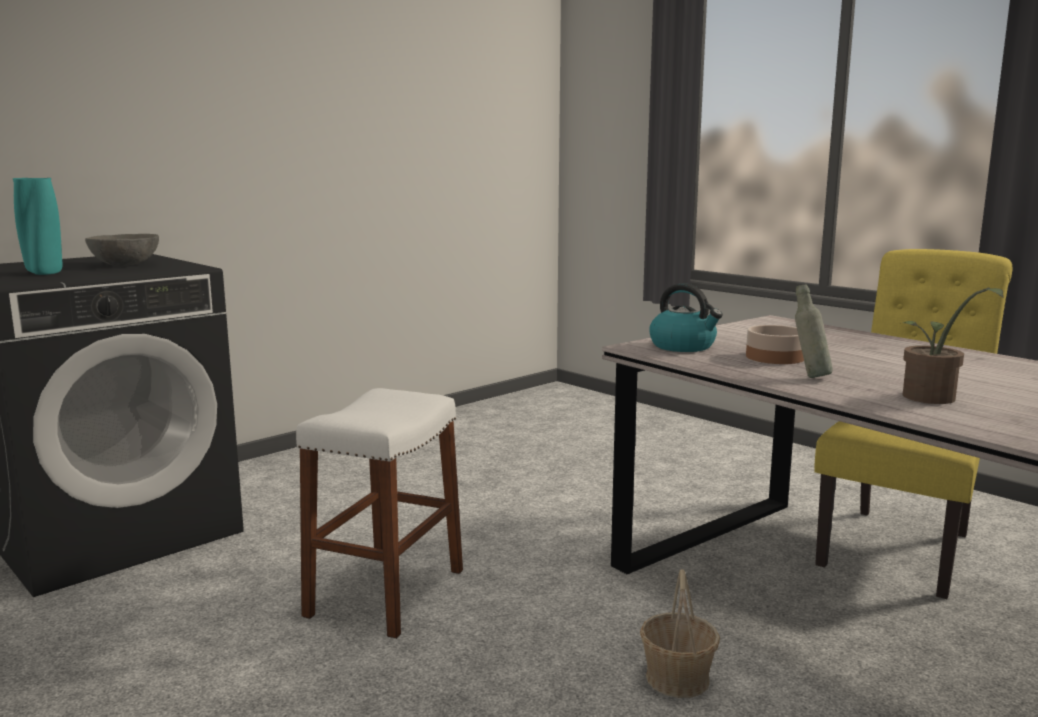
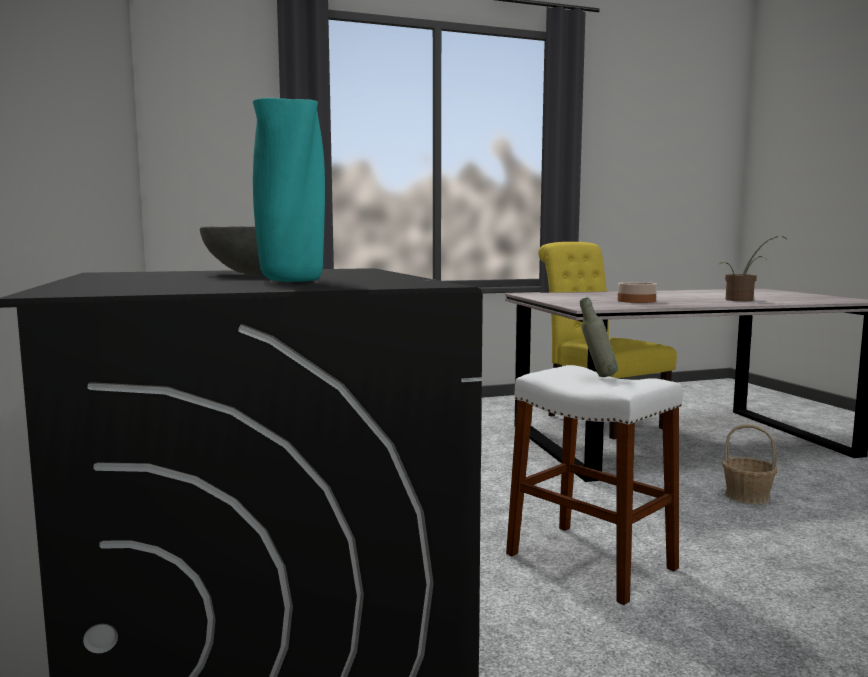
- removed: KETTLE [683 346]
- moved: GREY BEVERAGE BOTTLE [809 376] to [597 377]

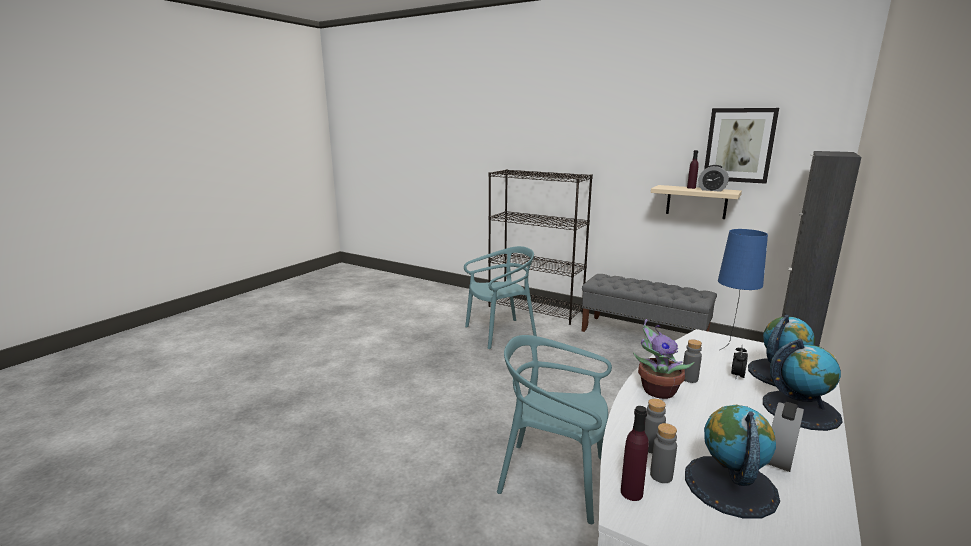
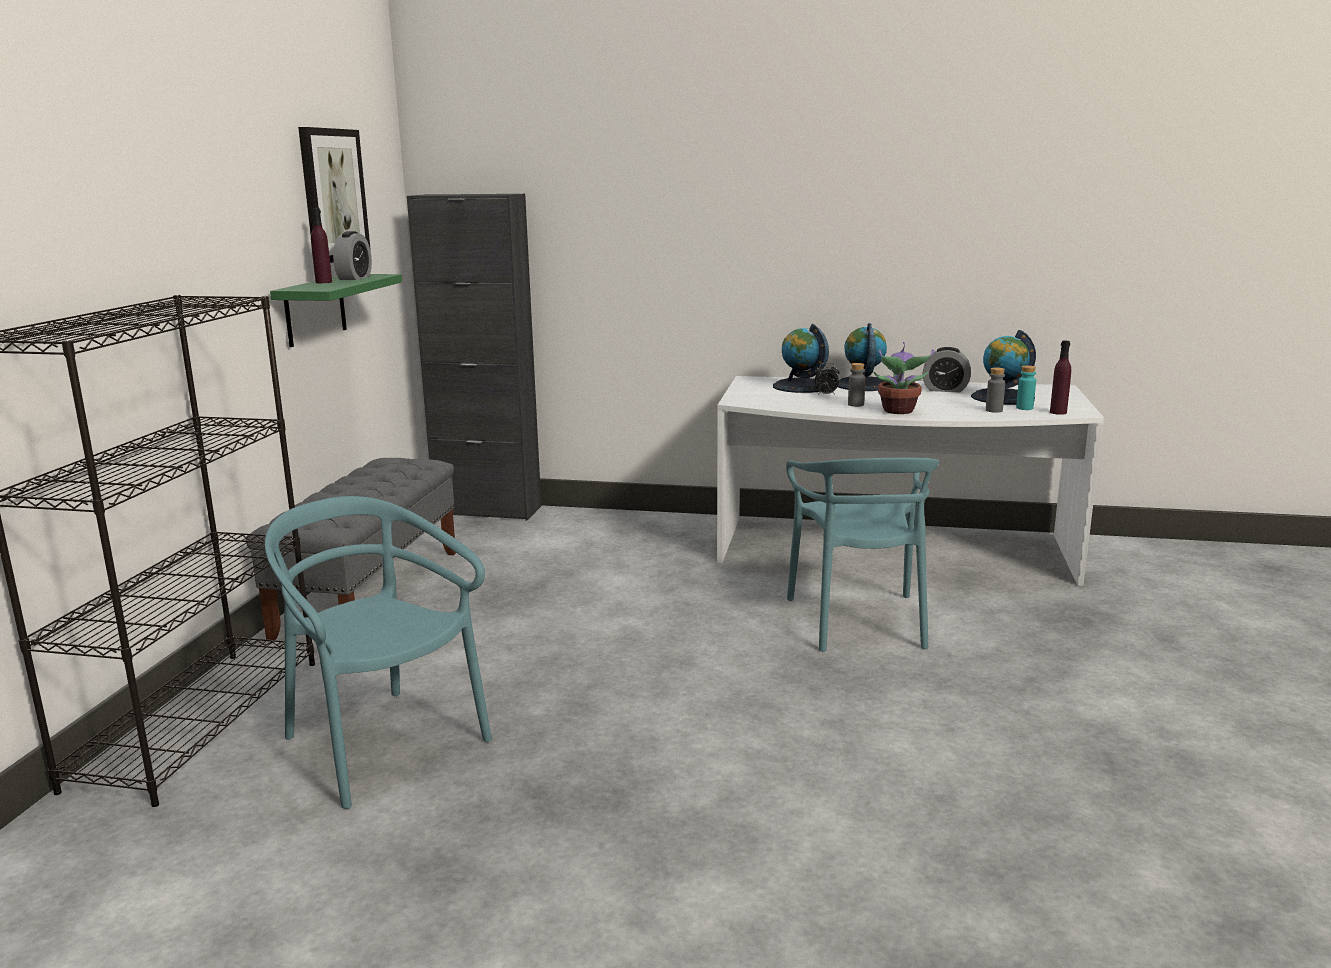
- removed: BLUISH TABLETOP LAMP [729 350]
- recoloured: GREY BEVERAGE BOTTLE [661 476] to BLUE-GREEN BEVERAGE BOTTLE [1024 408]
- recoloured: BEIGE-COLOURED WALL SHELF [696 202] to GREEN-COLOURED WALL SHELF [315 310]

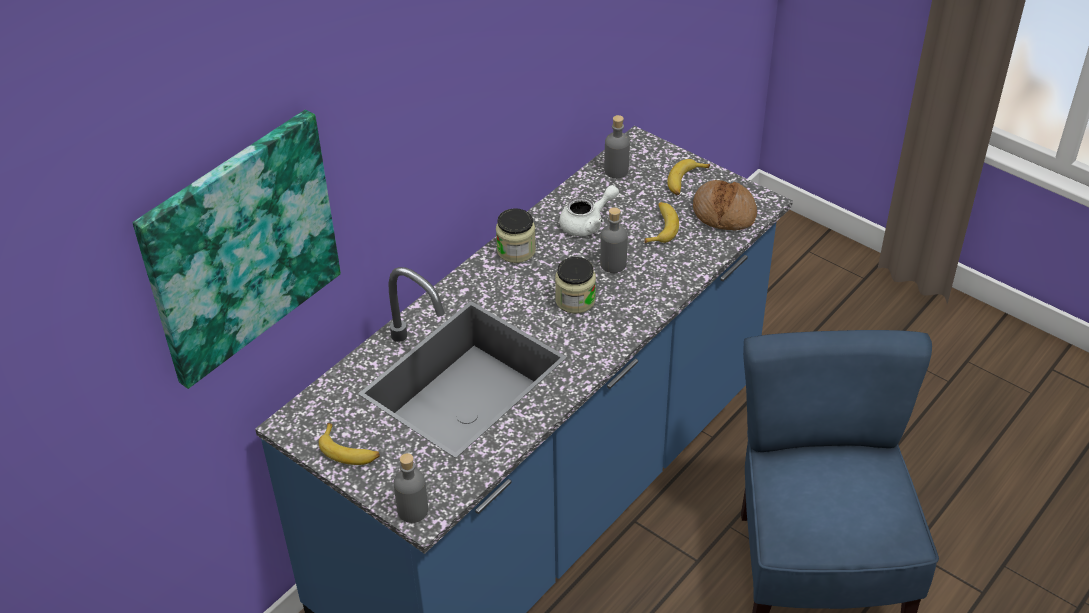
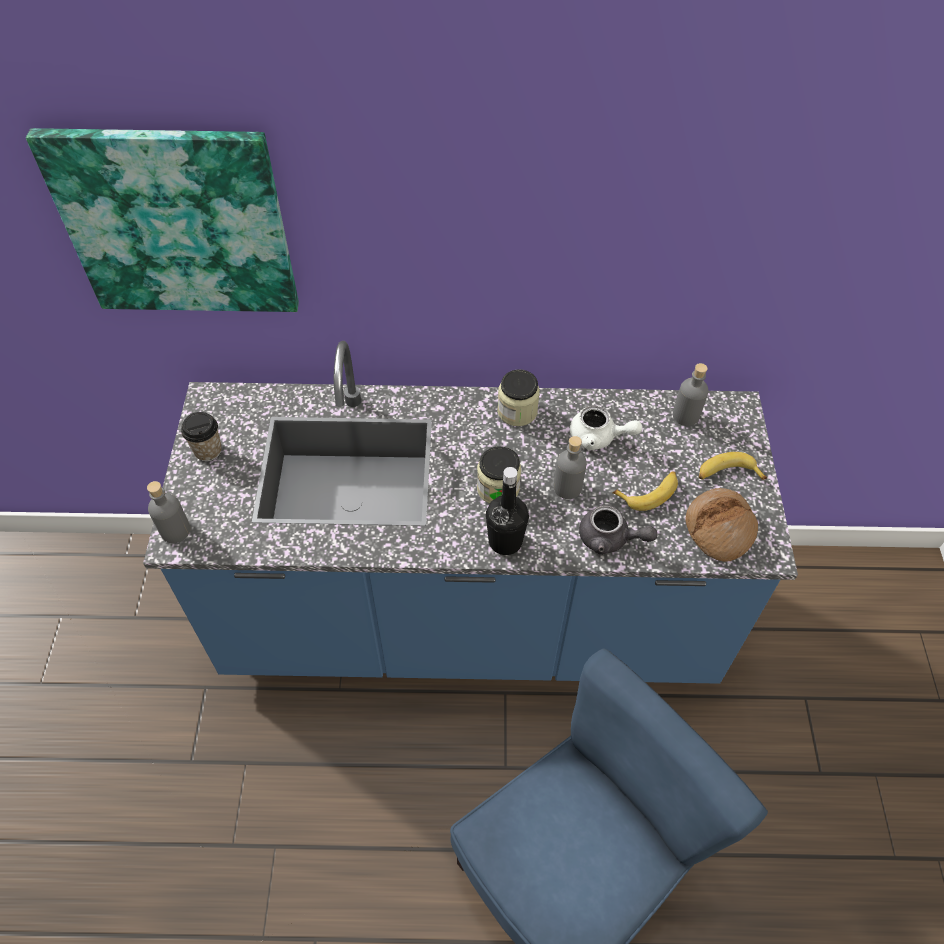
- added: BLACKISH BEVERAGE BOTTLE [505 541]
- added: GREY POT FOR TEA [610 539]
- replaced: WHOLE BANANA [349 451] to CUP [208 451]

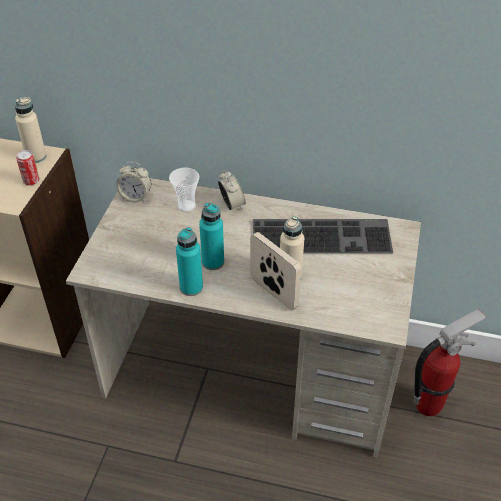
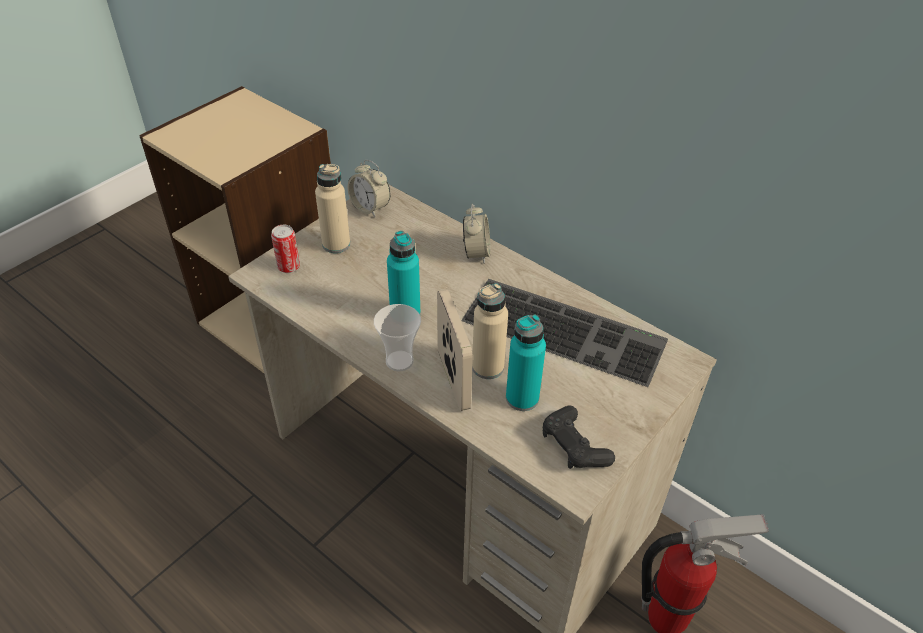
- added: BLACKISH GAMEPAD [574 446]
- moved: BEIGE-COLOURED BEVERAGE BOTTLE [36 157] to [336 244]
- moved: SEALED CAN [31 181] to [288 267]
- moved: CUP [186 206] to [399 361]
- moved: BLUE-GREEN BEVERAGE BOTTLE [191 287] to [522 398]

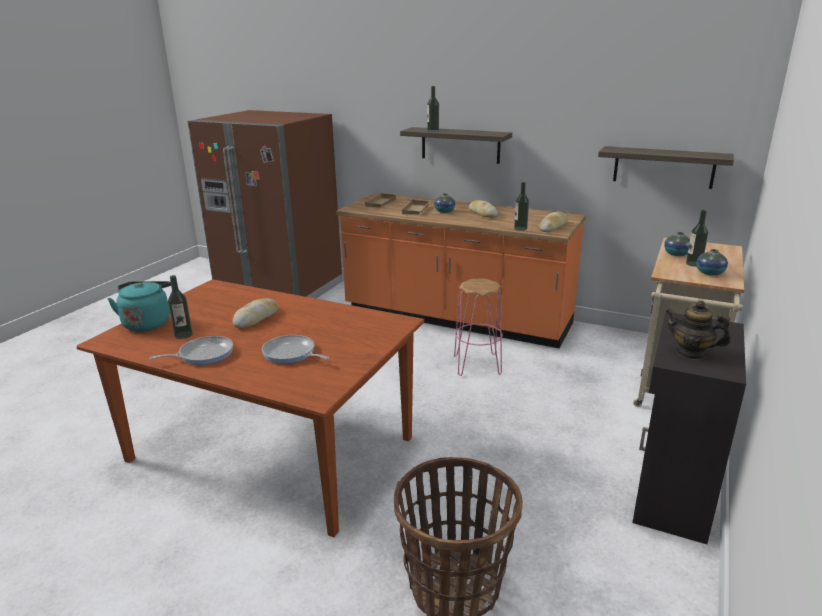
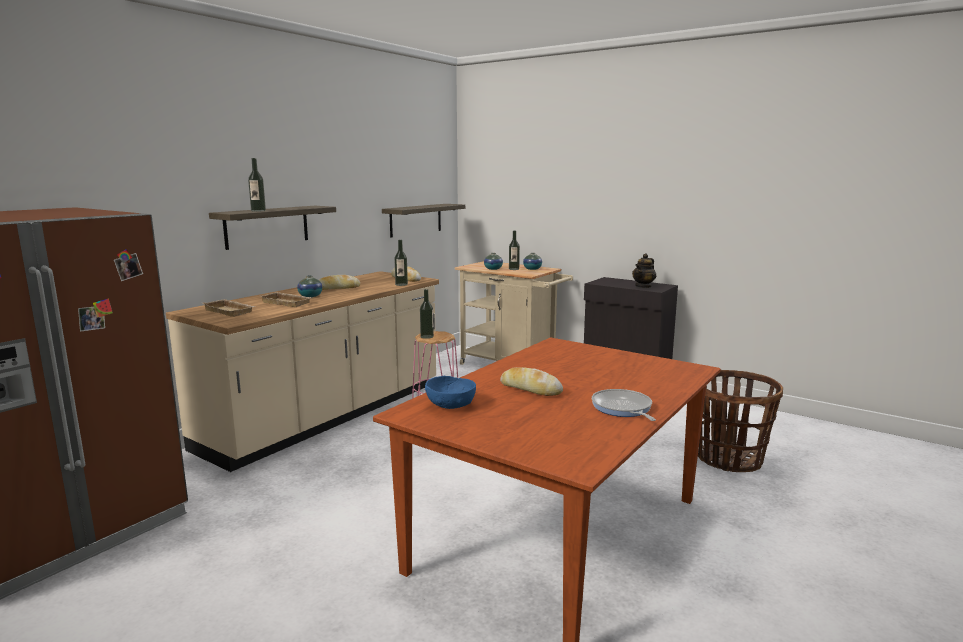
- removed: BLUE-GREEN KETTLE [147 323]
- removed: FRYING PAN [291 354]
- added: BLUISH SERVING BOWL [451 405]
- moved: BEVERAGE BOTTLE [183 335] to [427 336]
- recoloured: ORANGE KITCHEN COUNTER [456 318] to BEIGE-COLOURED KITCHEN COUNTER [327 416]

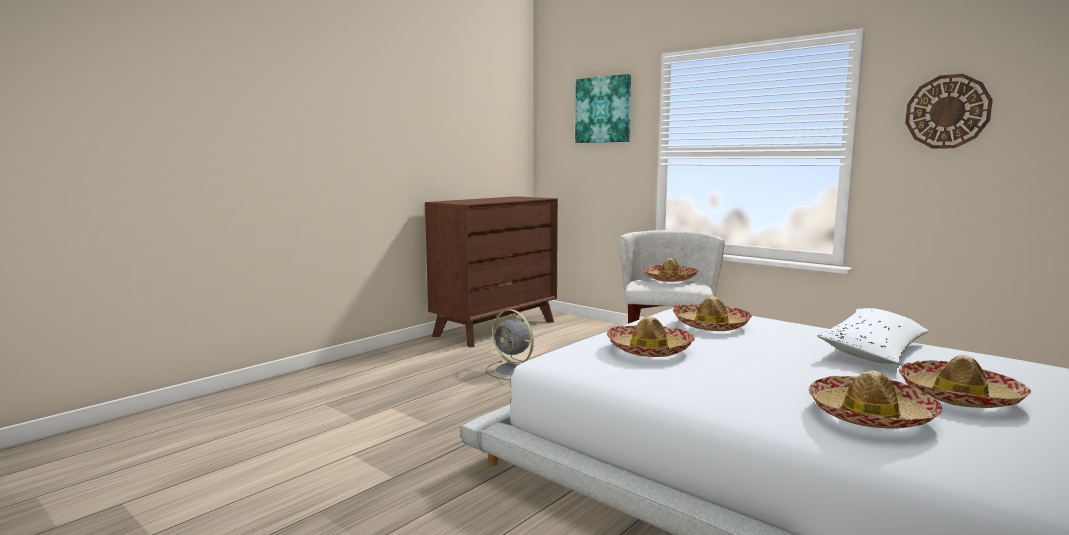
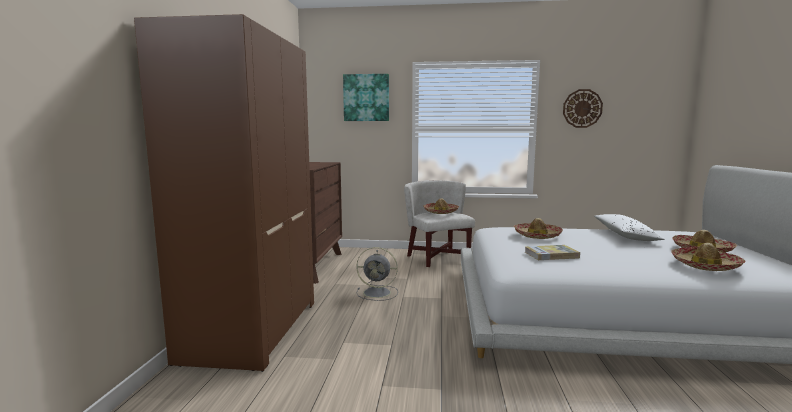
- added: BROWN-COLOURED CLOTHES CUPBOARD [251 329]
- replaced: HAT [649 350] to BOUND BOOK [551 255]

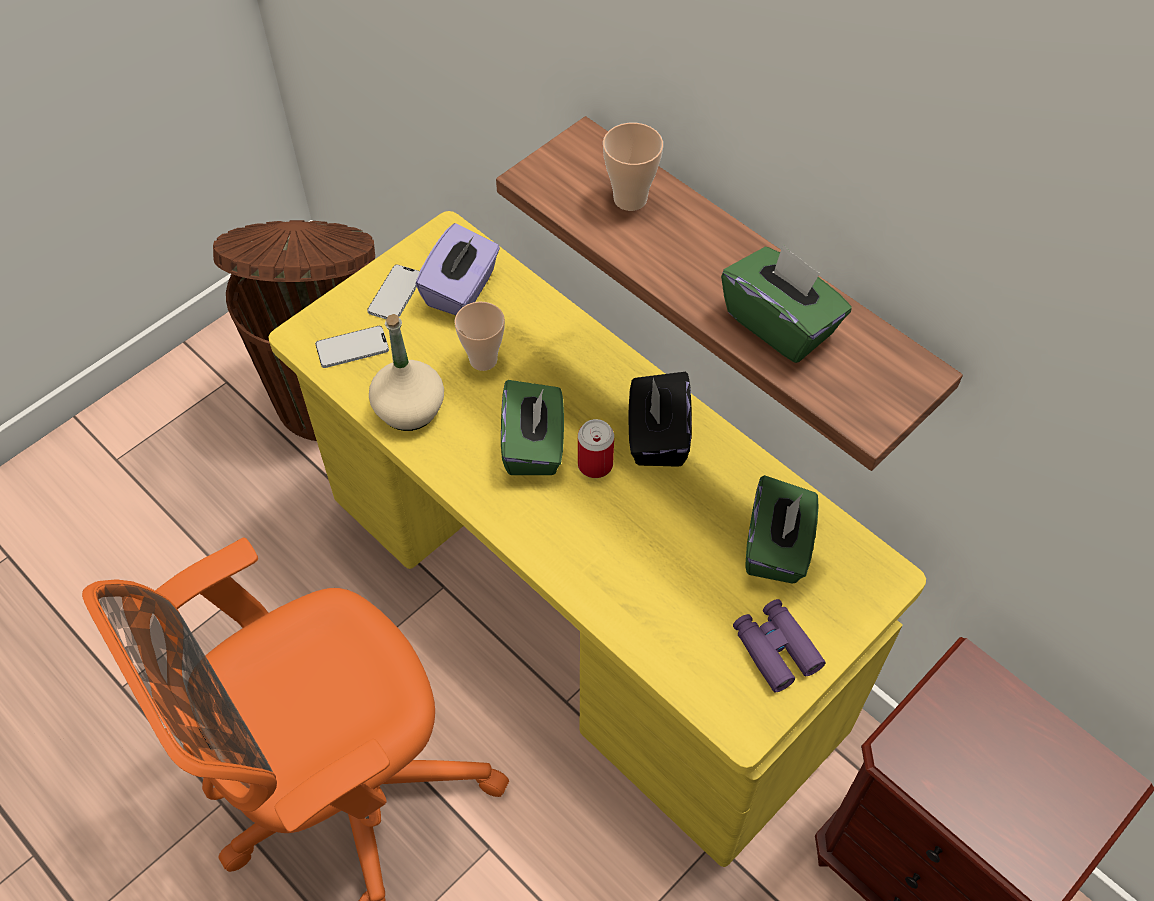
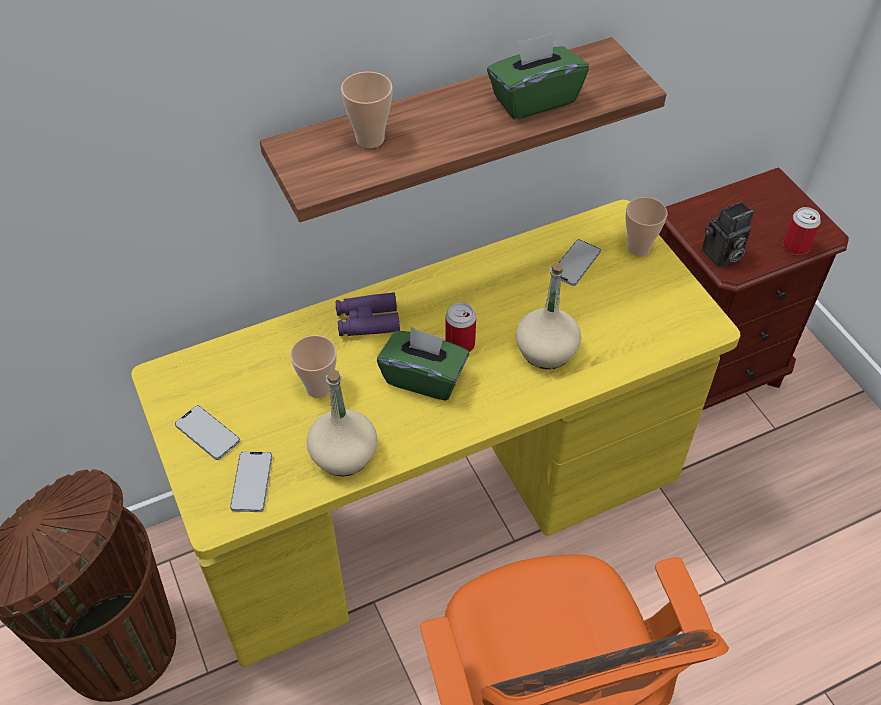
- removed: PURPLE-COLOURED BOX OF TISSUES [461 289]
- removed: BLACKISH BOX OF TISSUES [657 436]
- added: BEIGE-COLOURED BEVERAGE BOTTLE [546 350]
- added: CUP [638 248]
- added: PHOTO CAMERA [721 256]
- added: SEALED CAN [796 246]
- moved: PURPLE-COLOURED BINOCULARS [775 649] to [367 321]
- replaced: GREEN-COLOURED BOX OF TISSUES [777 547] to PHONE [575 263]

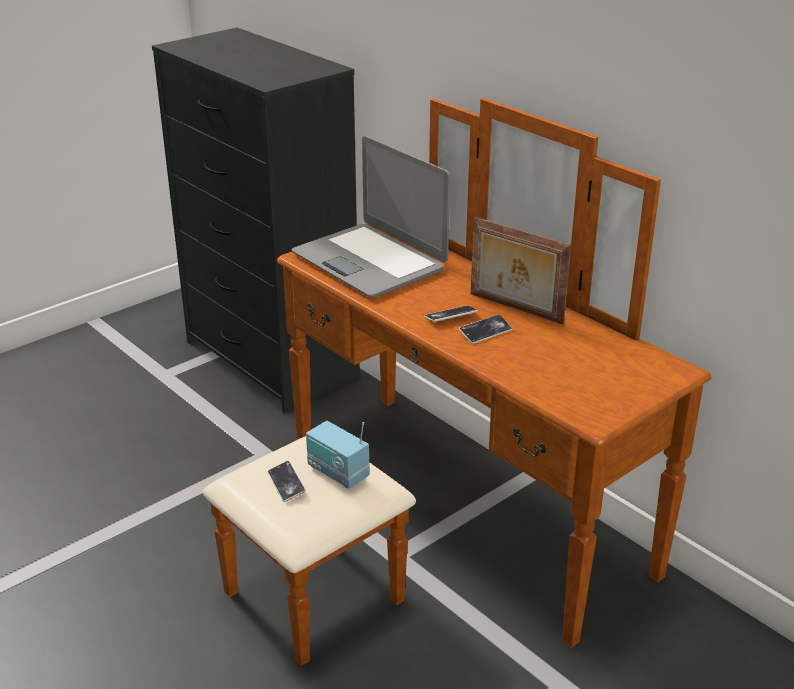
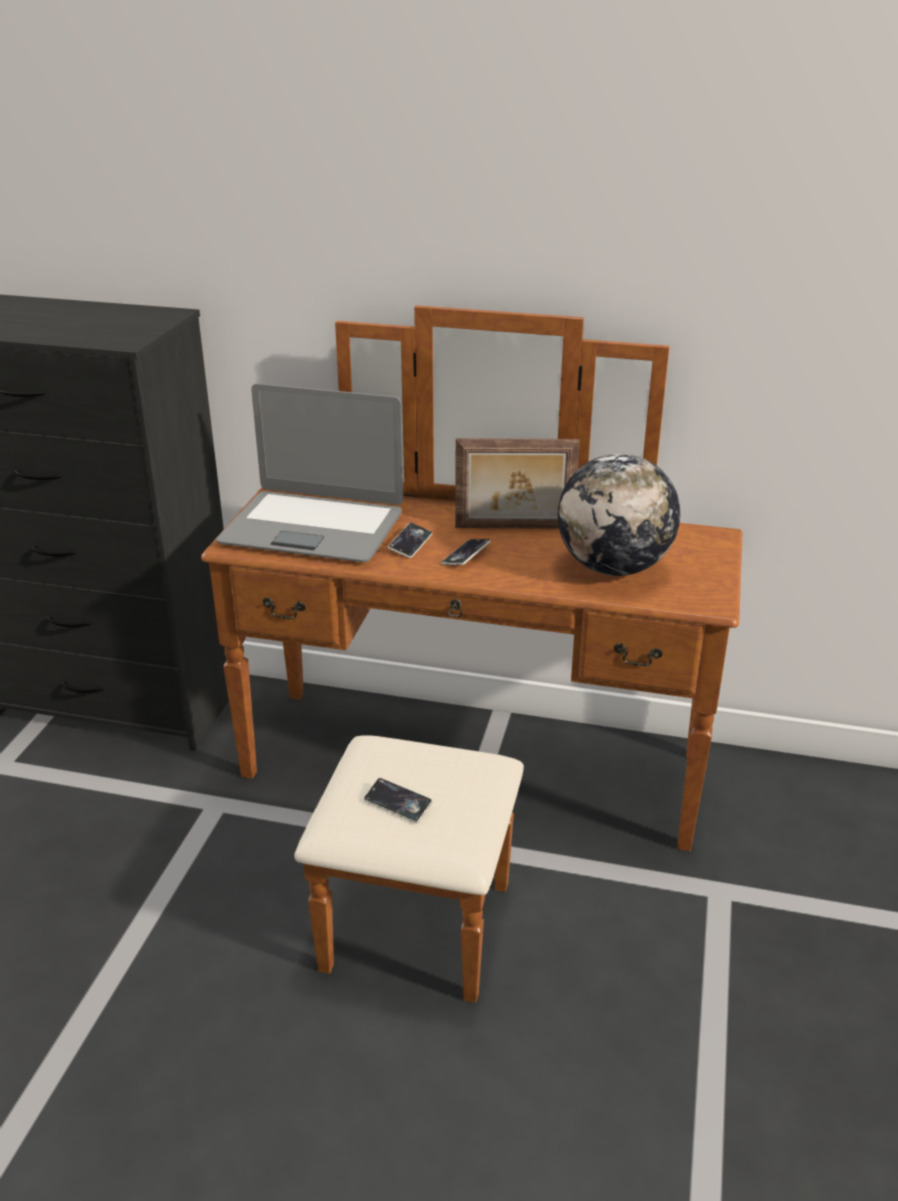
- removed: RADIO RECEIVER [337 473]
- added: DESK GLOBE [614 568]
- moved: PHONE [485 332] to [410 544]

